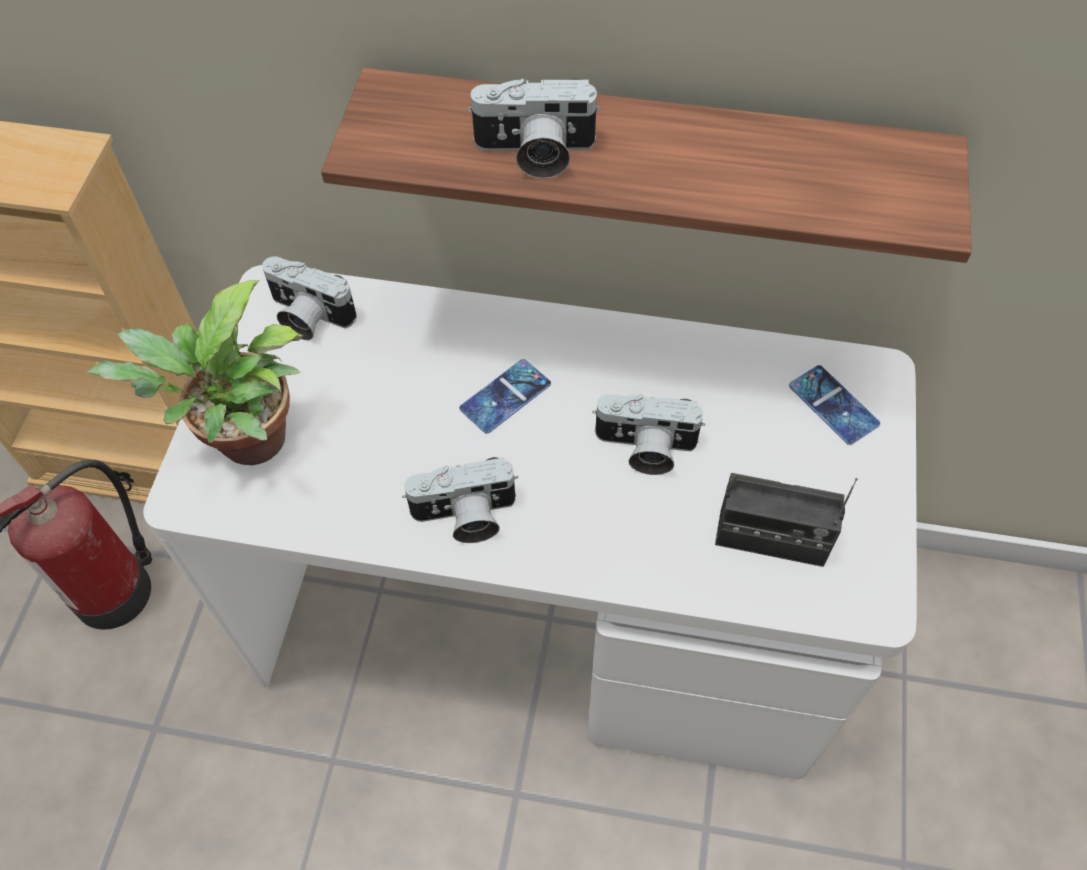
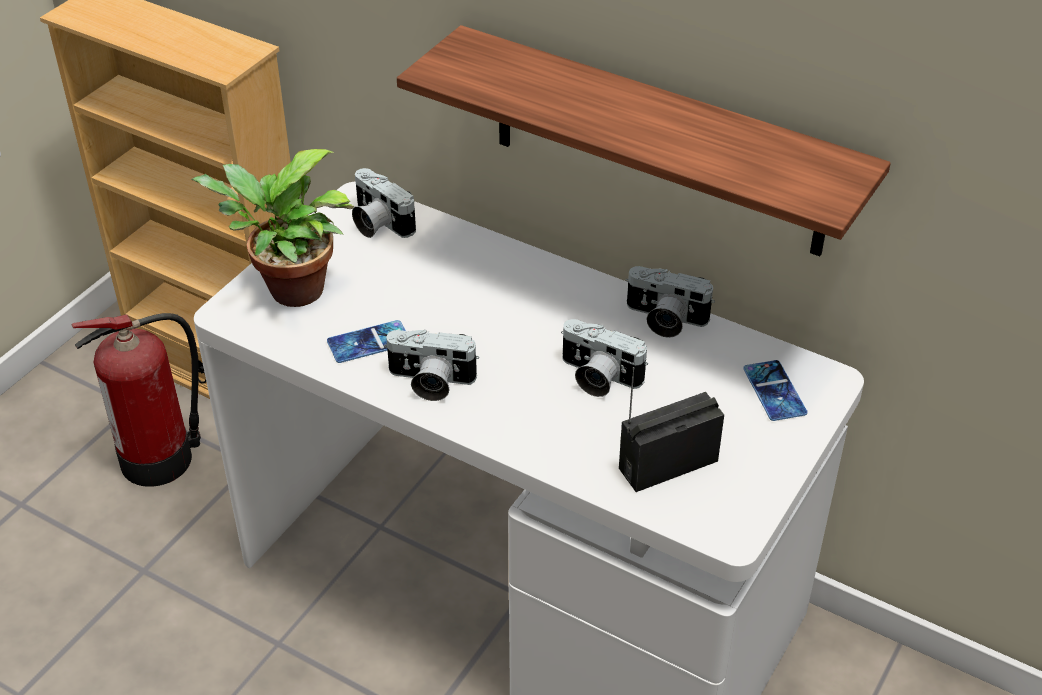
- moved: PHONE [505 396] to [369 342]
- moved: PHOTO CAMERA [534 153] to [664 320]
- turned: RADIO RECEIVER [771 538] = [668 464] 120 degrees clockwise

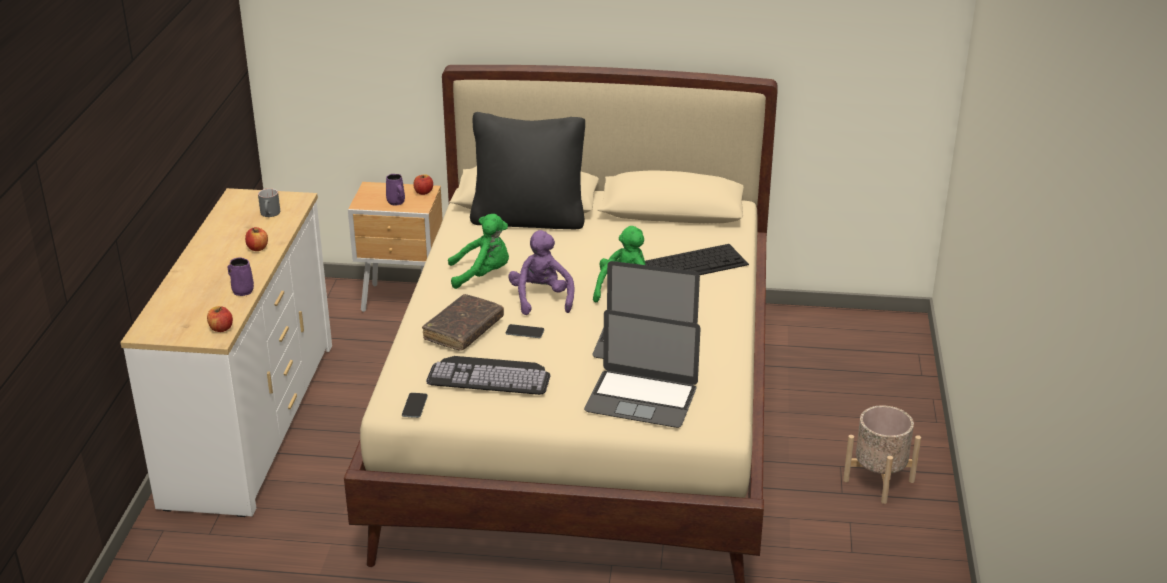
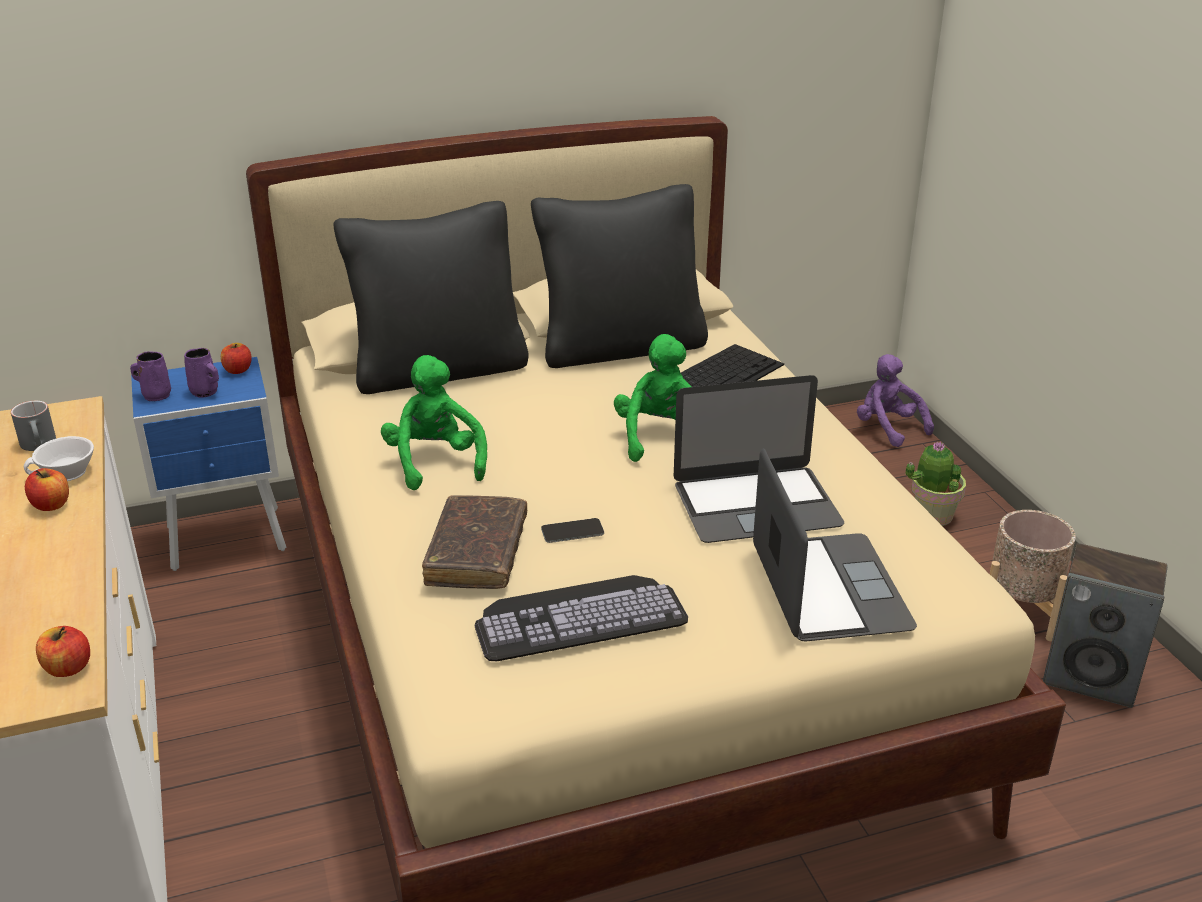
- removed: PHONE [414 405]
- added: WHITE-COLOURED CUP [66 474]
- added: BLACKISH PILLOW [621 347]
- added: POTTED PLANT [932 515]
- added: LOUDSPEAKER [1091 677]
- moved: PURPLE-COLOURED COFFEE MUG [242 290] to [155 395]
- moved: PURPLE-COLOURED PLUSH TOY [541 298] to [888 428]
- recoloured: BROWN-COLOURED NIGHTSTAND [404 301] to BLUISH NIGHTSTAND [229 540]
- turned: GREEN-COLOURED PLUSH TOY [482 275] = [435 462] 75 degrees counterclockwise
- turned: LAPTOP [641 398] = [829 587] 90 degrees counterclockwise

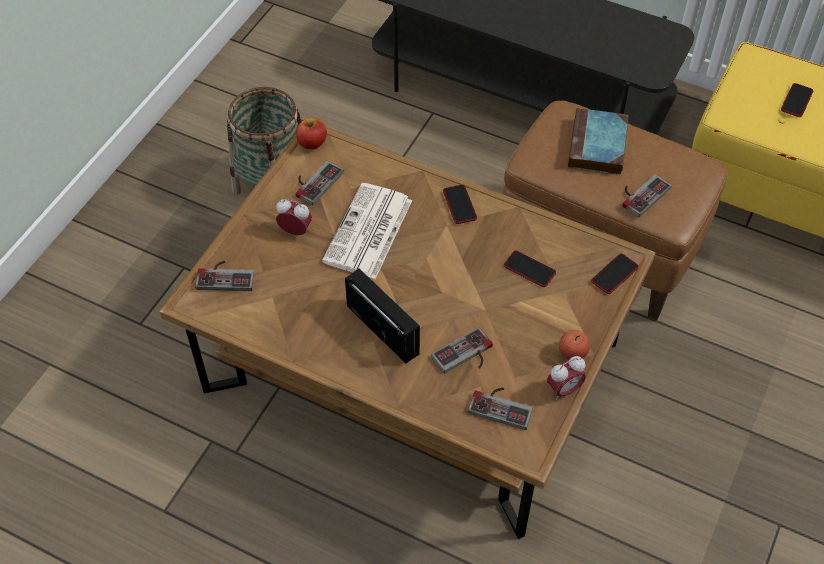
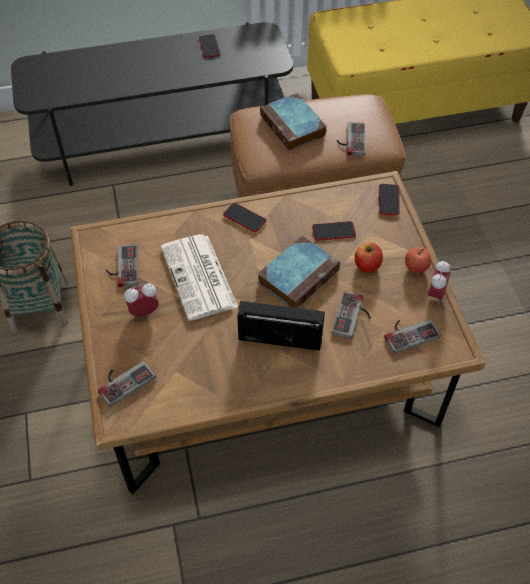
- added: BOUND BOOK [299 275]
- moved: APPLE FRUIT [312 143] to [367 265]
- moved: PHONE [796 101] to [209 46]

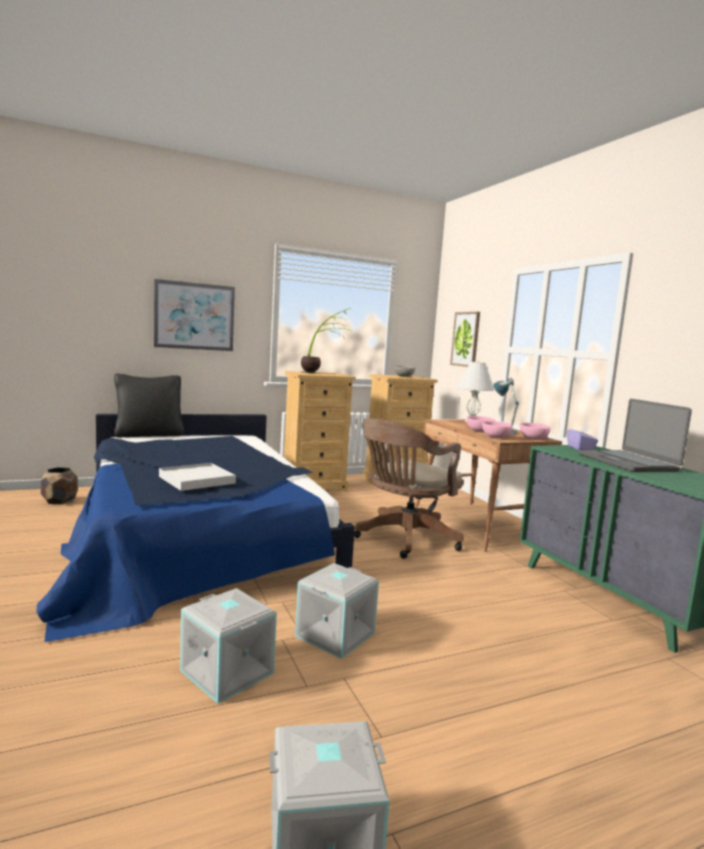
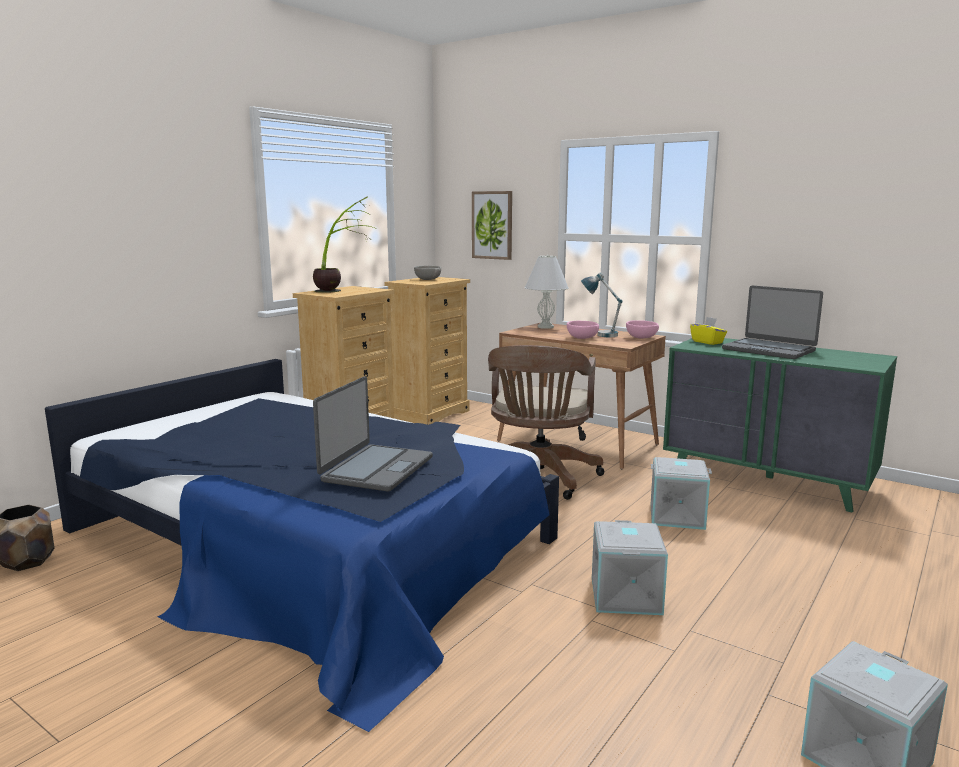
- removed: BLACKISH PILLOW [149 435]
- removed: PICTURE [194 316]
- removed: PINK SERVING BOWL [495 437]
- moved: GREY STORAGE BOX [228 671] to [677 516]
- replaced: WHITE-COLOURED SERVING TRAY [197 480] to LAPTOP [376 469]
- recoloured: PURPLE-COLOURED BOX OF TISSUES [580 448] to YELLOWISH BOX OF TISSUES [707 342]

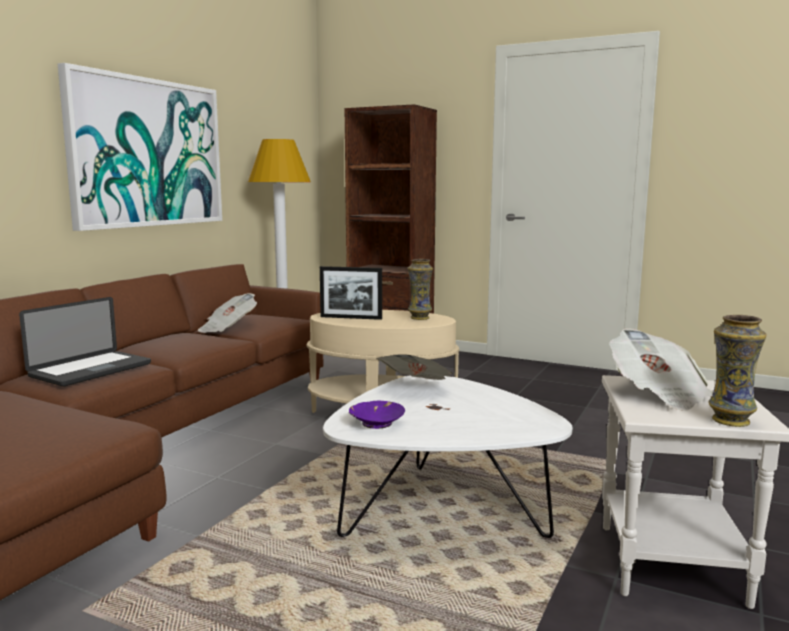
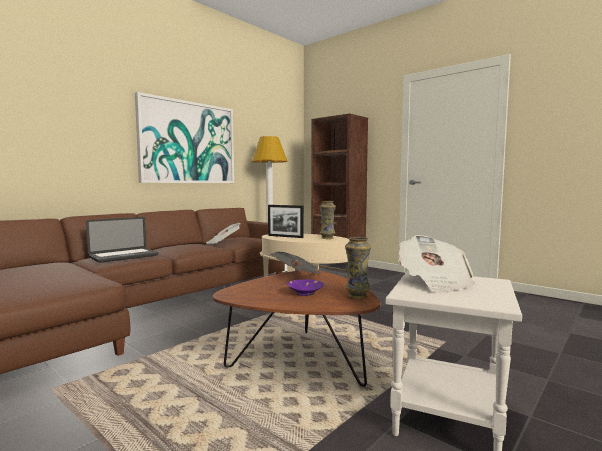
- moved: PURPLE-COLOURED SERVING BOWL [376 423] to [304 292]
- moved: DECORATIVE VASE [730 421] to [357 296]
- recoloured: WHITE-COLOURED LOUNGE TABLE [440 512] to BROWN-COLOURED LOUNGE TABLE [300 360]

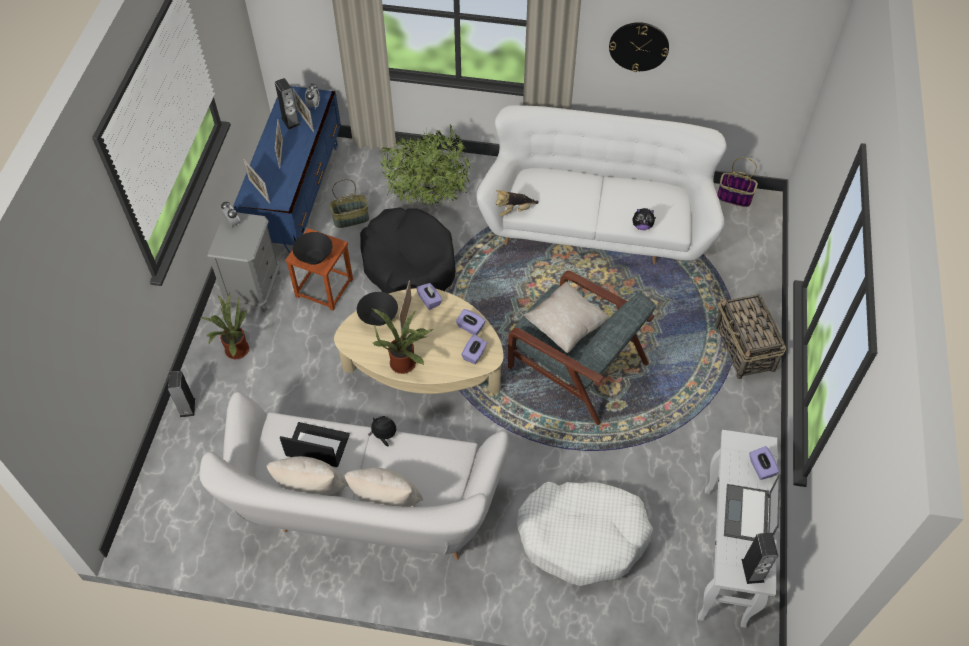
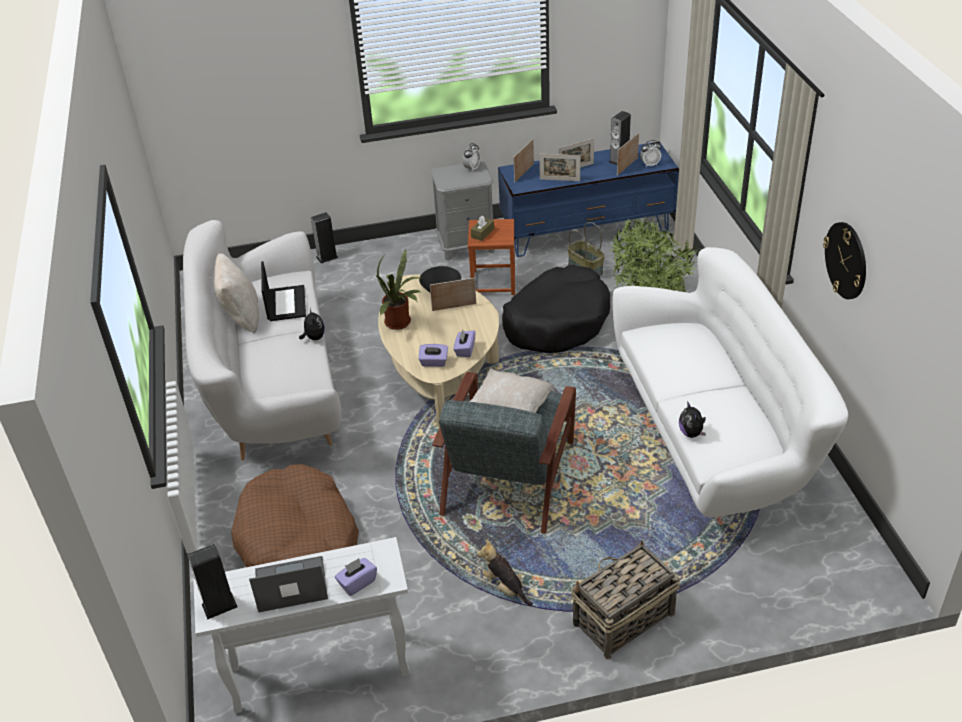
- removed: POTTED PLANT [234 349]
- removed: BEIGE-COLOURED PILLOW [386 502]
- removed: PURPLE-COLOURED BOX OF TISSUES [430 300]
- removed: BASKET [733 197]
- added: STANDING FRAME [559 180]
- moved: PLUSH TOY [515 210] to [505 587]
- replaced: BLACKISH SERVING BOWL [314 257] to BROWN-COLOURED BOX OF TISSUES [482 233]
- recoloured: WHITE-COLOURED PET BED [582 536] to BROWN-COLOURED PET BED [299 542]

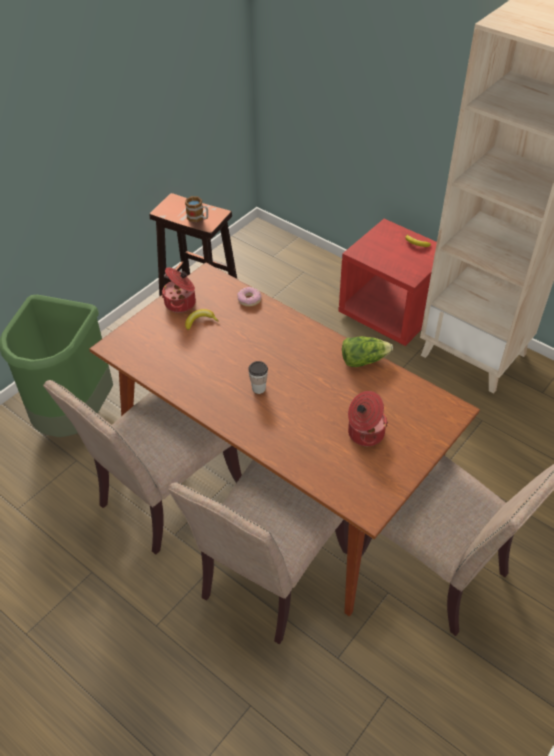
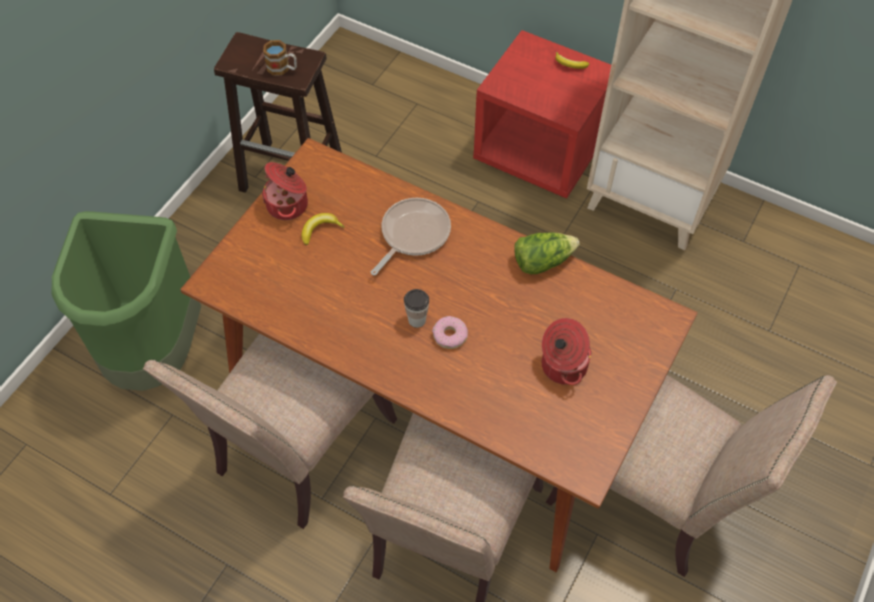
- added: FRYING PAN [412 234]
- moved: RING DOUGHNUT [249 299] to [450 335]

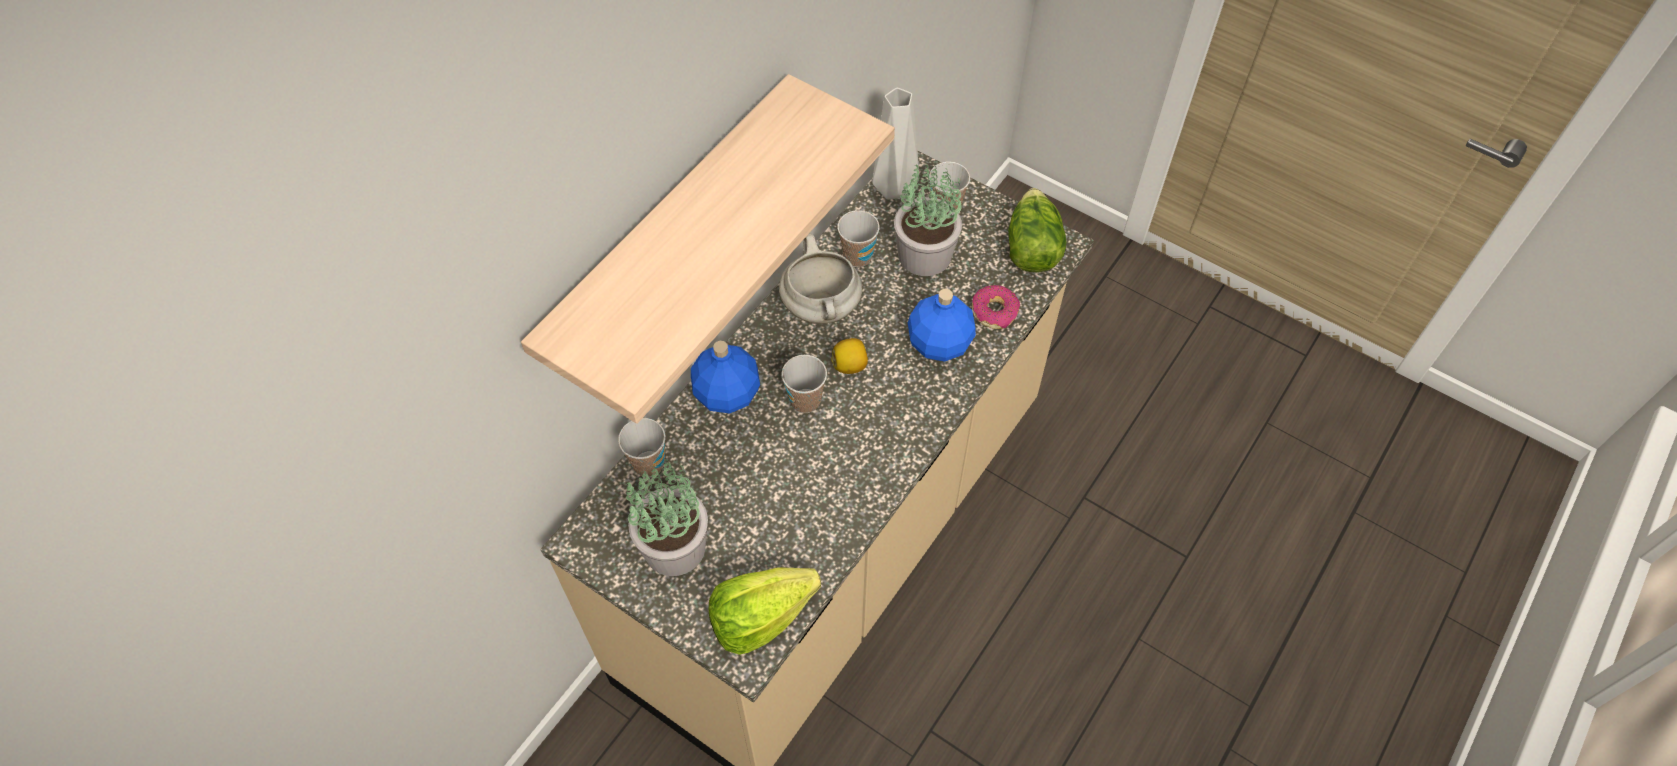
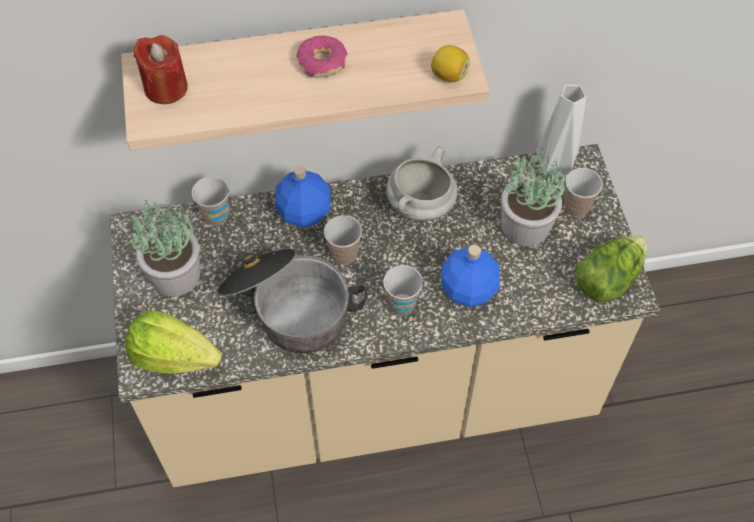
- added: RED-COLOURED WAX LIGHT [166 88]
- added: SAUCEPOT [288 308]
- moved: LEMON [850 365] to [449 75]
- moved: CUP [857 256] to [402 304]
- moved: RING DOUGHNUT [994 311] to [322 63]

